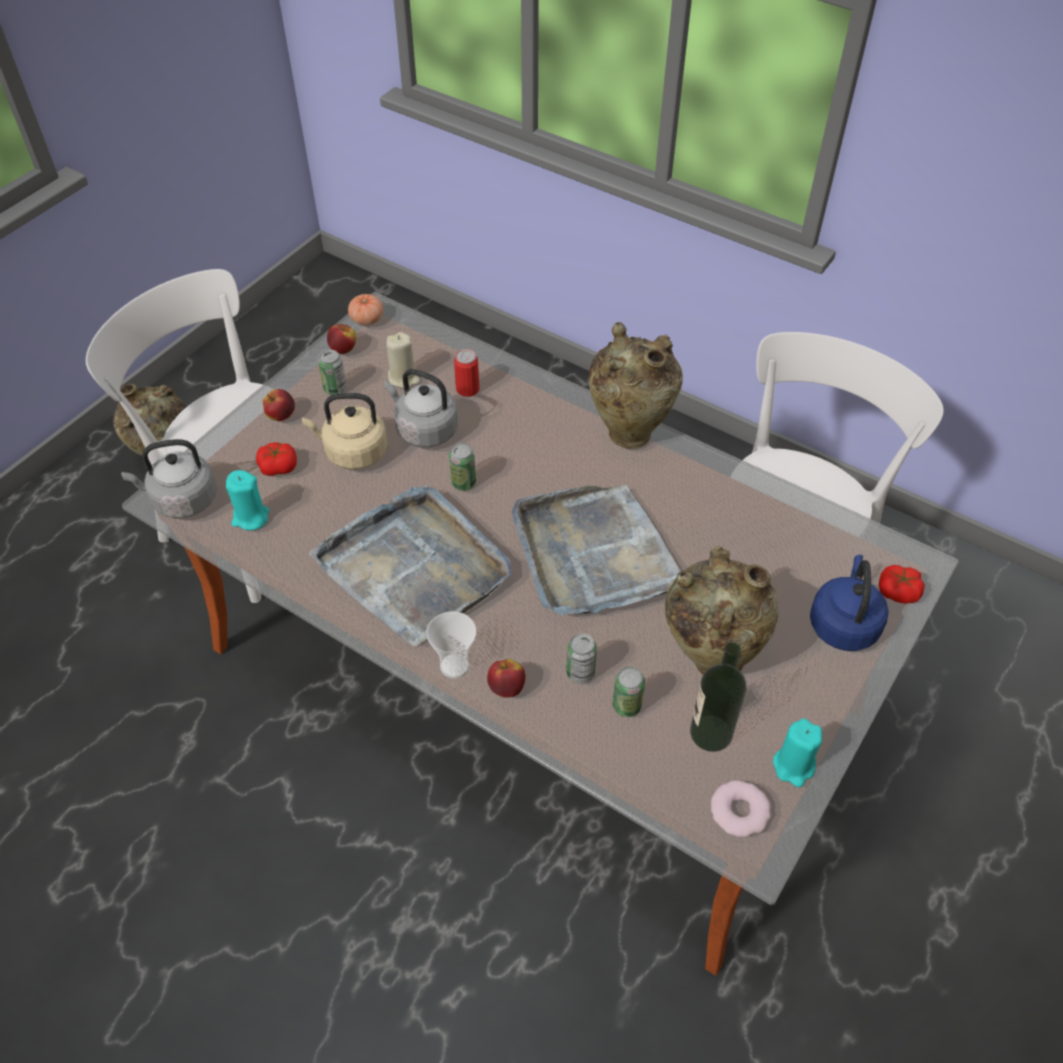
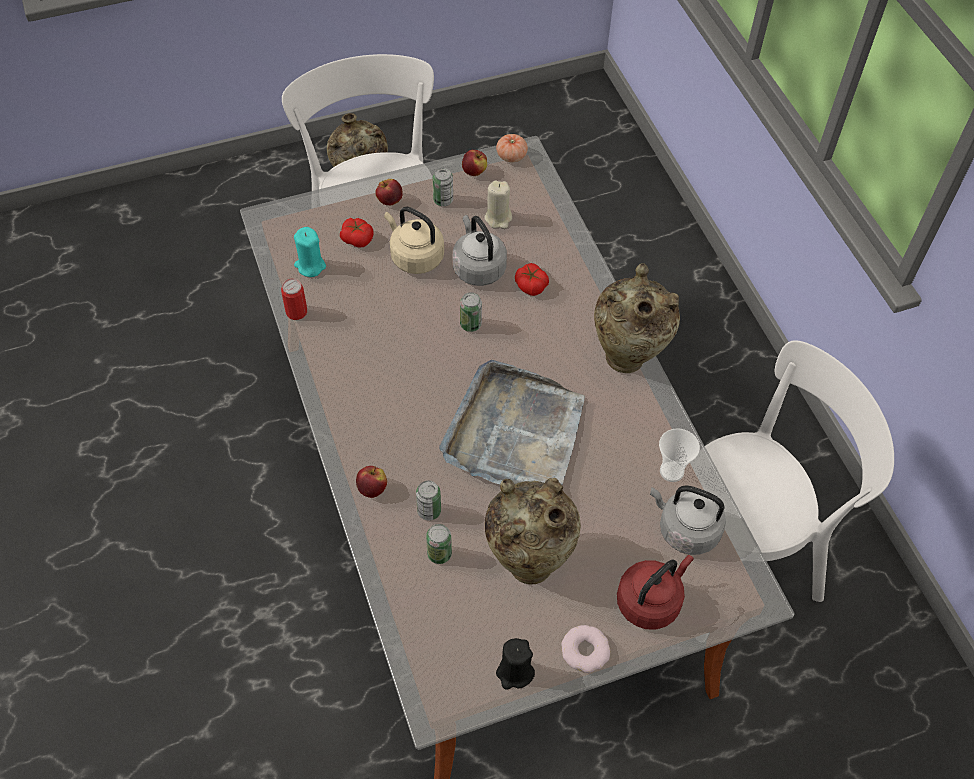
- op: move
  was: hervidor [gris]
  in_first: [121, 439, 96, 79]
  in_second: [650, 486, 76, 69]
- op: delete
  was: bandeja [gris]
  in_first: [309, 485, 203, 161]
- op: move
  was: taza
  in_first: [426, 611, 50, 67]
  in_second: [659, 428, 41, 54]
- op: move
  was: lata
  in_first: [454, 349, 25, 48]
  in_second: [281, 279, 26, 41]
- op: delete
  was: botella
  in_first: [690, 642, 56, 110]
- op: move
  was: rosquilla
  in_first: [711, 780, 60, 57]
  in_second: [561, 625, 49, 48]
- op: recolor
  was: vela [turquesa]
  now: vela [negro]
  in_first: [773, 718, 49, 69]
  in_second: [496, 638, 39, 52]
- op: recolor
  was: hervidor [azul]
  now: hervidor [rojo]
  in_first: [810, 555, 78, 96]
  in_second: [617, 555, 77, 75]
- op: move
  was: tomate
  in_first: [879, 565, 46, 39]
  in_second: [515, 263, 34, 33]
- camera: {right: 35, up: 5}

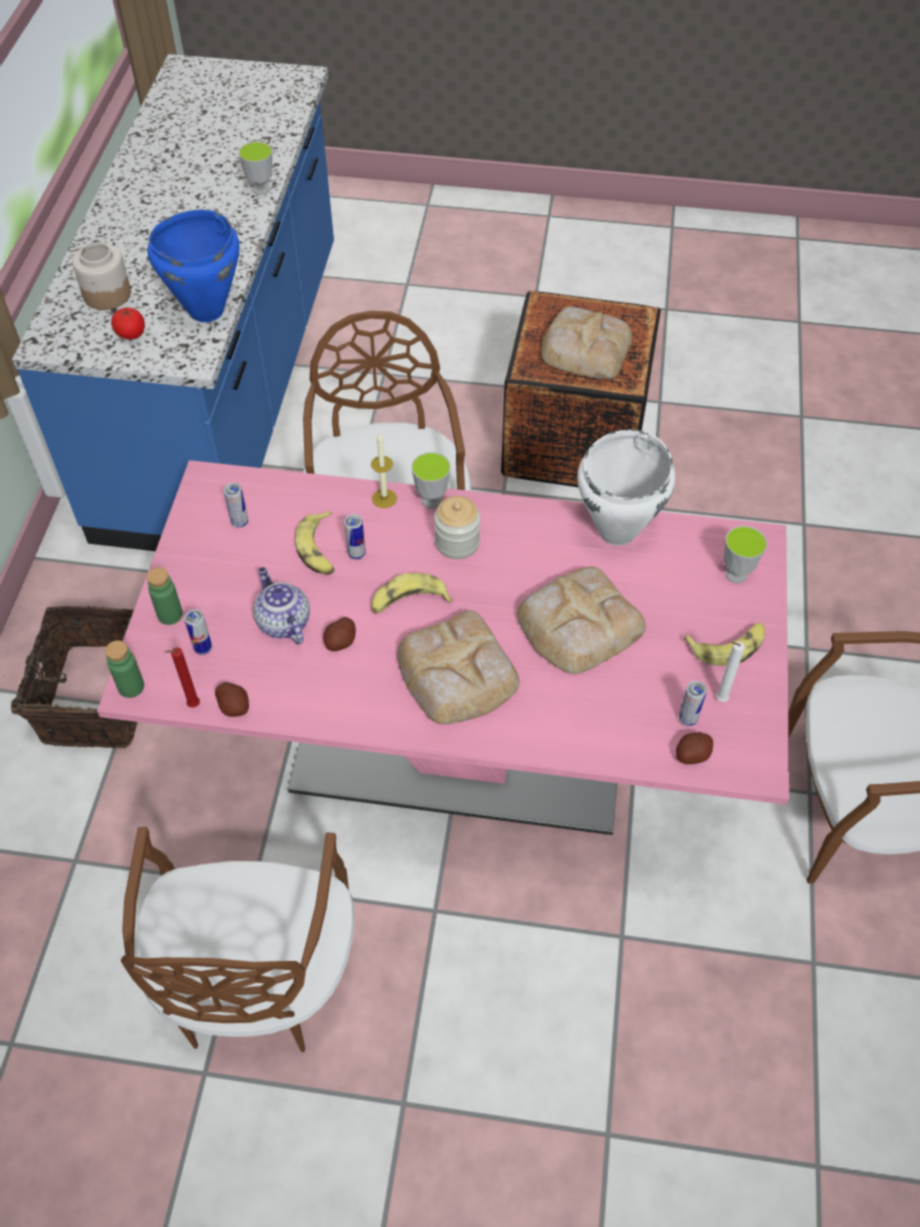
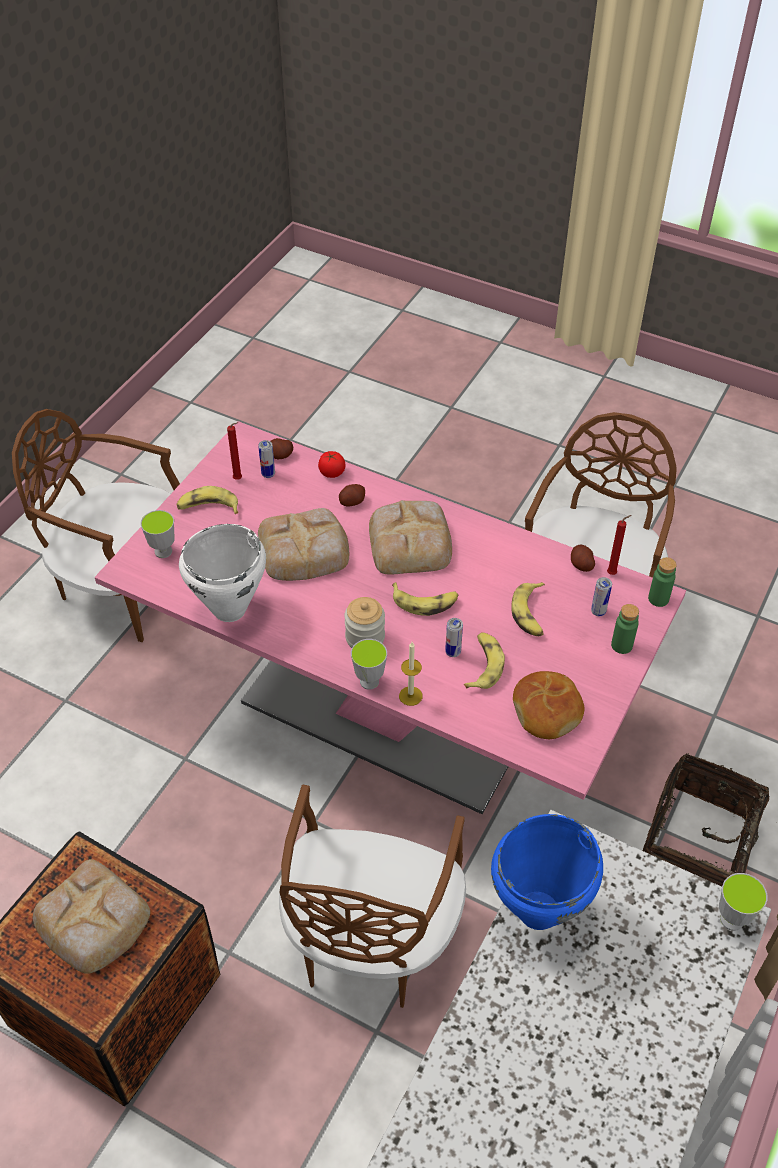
- op: delete
  was: tarro
  in_first: [72, 242, 59, 68]
- op: move
  was: tomate
  in_first: [111, 307, 34, 32]
  in_second: [318, 451, 28, 27]
- op: replace
  was: lata
  now: pan
  in_first: [224, 483, 24, 45]
  in_second: [513, 671, 72, 68]
- op: move
  was: taza
  in_first: [239, 141, 33, 54]
  in_second: [719, 873, 49, 58]
- op: replace
  was: tetera
  now: plátano
  in_first: [253, 567, 57, 78]
  in_second: [511, 582, 34, 54]
- op: move
  was: patata
  in_first: [323, 617, 33, 34]
  in_second: [339, 484, 26, 22]
- op: recolor
  was: vela [blanco]
  now: vela [rojo]
  in_first: [716, 641, 29, 61]
  in_second: [227, 422, 15, 58]
- camera: {right: -160, up: -5}

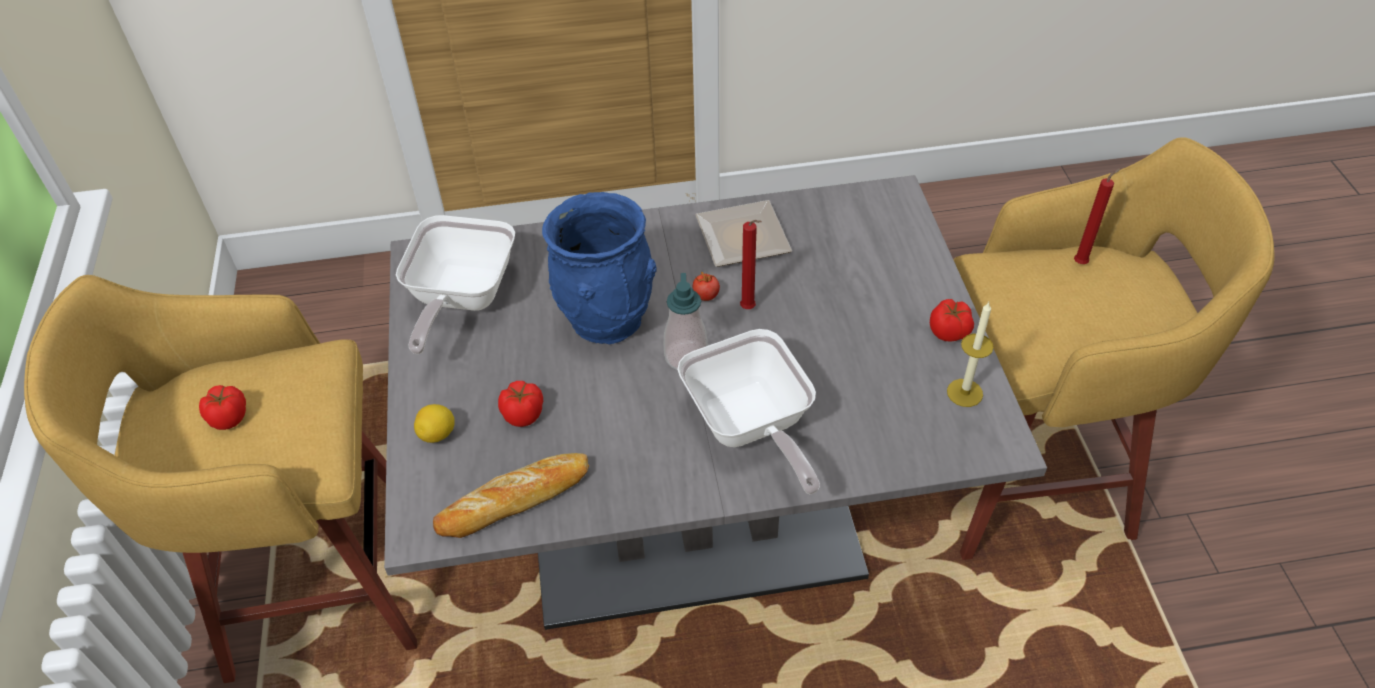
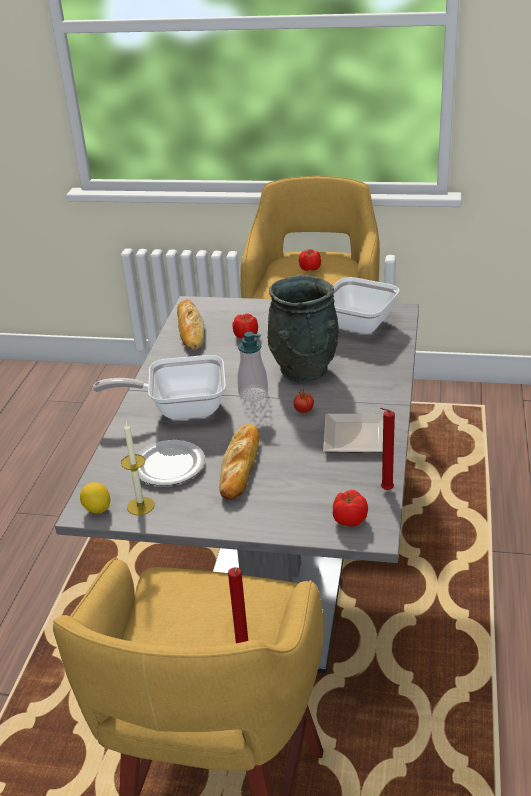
- op: move
  was: limón
  in_first: [414, 404, 41, 39]
  in_second: [80, 482, 30, 31]
- op: recolor
  was: florero [azul]
  now: florero [gris]
  in_first: [542, 192, 115, 152]
  in_second: [267, 275, 72, 108]
- op: move
  was: vela [rojo]
  in_first: [740, 220, 22, 89]
  in_second: [380, 408, 15, 82]
- op: move
  was: tomate
  in_first: [930, 299, 44, 43]
  in_second: [333, 490, 35, 37]
- op: insert
  now: plato
  in_second: [138, 440, 67, 46]
- op: insert
  now: pan
  in_second: [219, 424, 40, 76]
- camera: {right: 110, up: -15}

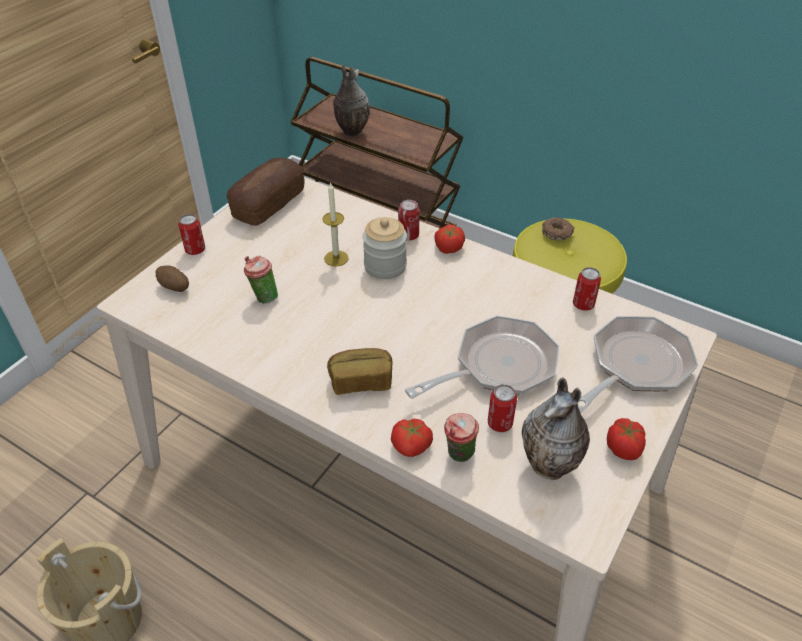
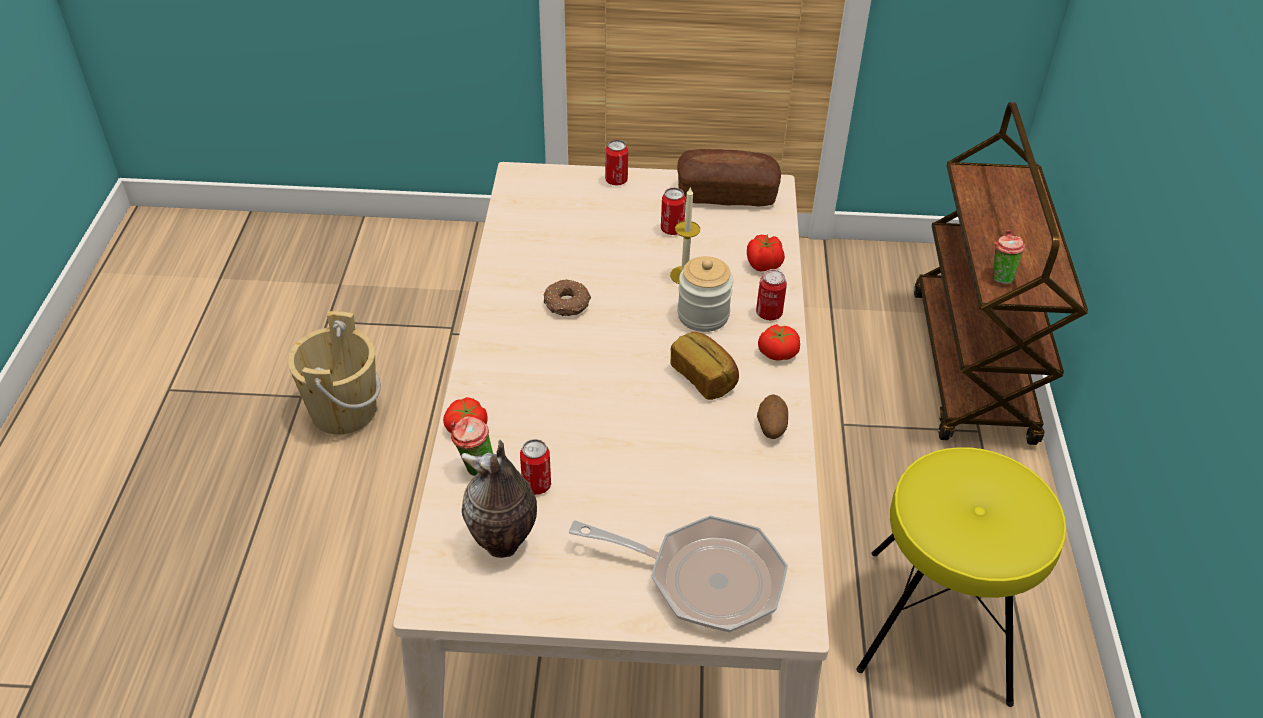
- op: move
  was: patata
  in_first: [156, 265, 33, 27]
  in_second: [757, 394, 31, 45]
- op: move
  was: taza
  in_first: [244, 256, 34, 48]
  in_second: [993, 230, 32, 54]
- op: move
  was: pan
  in_first: [327, 348, 65, 47]
  in_second: [670, 332, 69, 68]
- op: delete
  was: florero
  in_first: [333, 65, 37, 72]
- op: delete
  was: sartén
  in_first: [405, 316, 154, 83]
- op: move
  was: rosquilla
  in_first: [542, 217, 33, 24]
  in_second: [543, 279, 48, 37]
- op: move
  was: lata
  in_first: [573, 267, 28, 44]
  in_second: [661, 187, 25, 48]
- op: move
  was: tomate
  in_first: [607, 418, 39, 42]
  in_second: [747, 234, 38, 37]
- camera: {right: 60, up: 0}

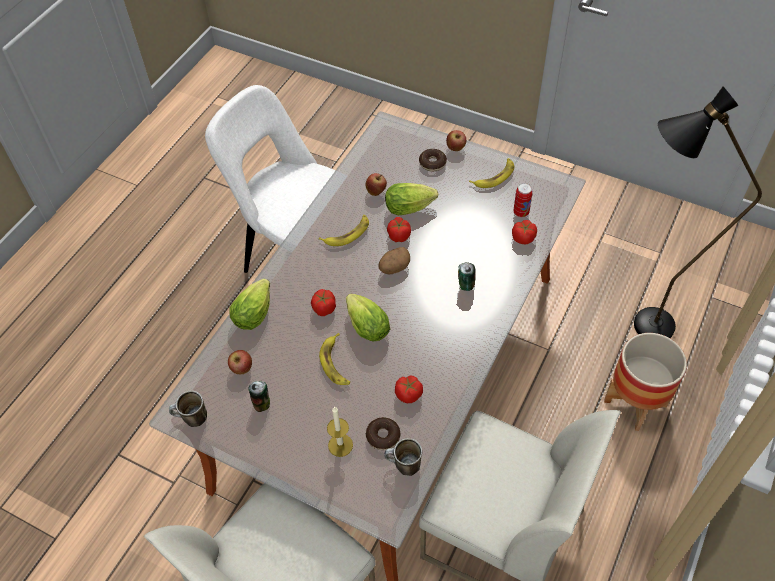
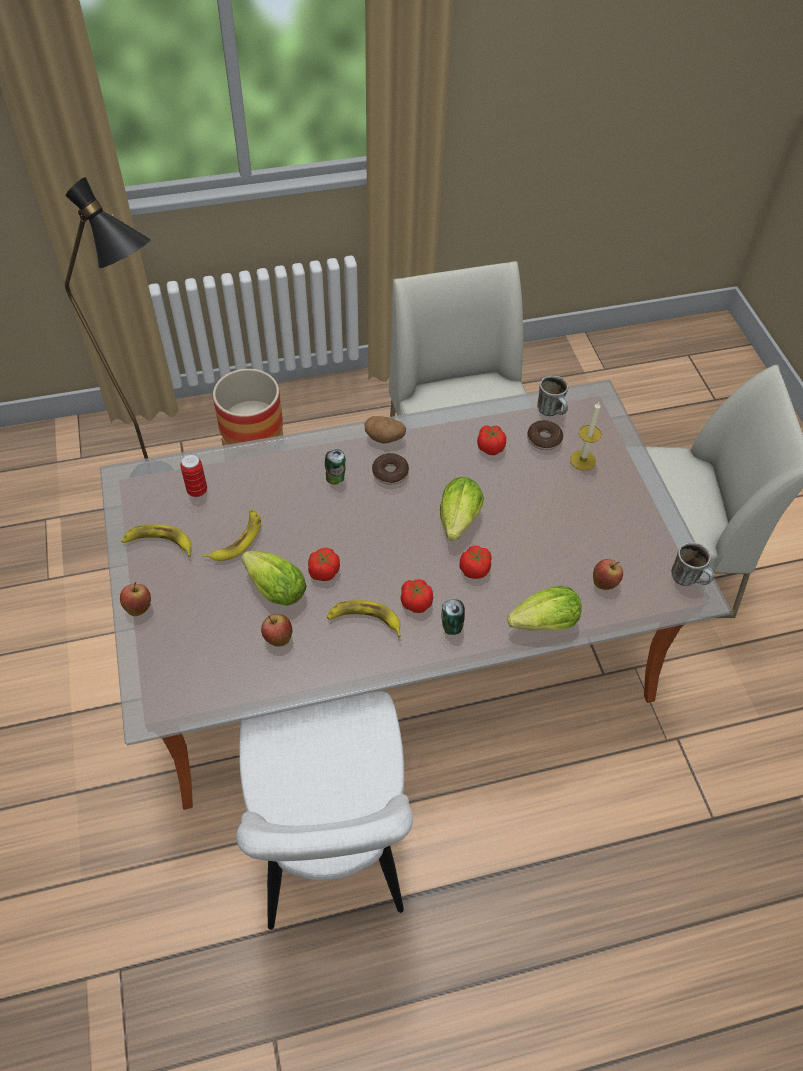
- op: move
  was: lata
  in_first: [248, 381, 22, 31]
  in_second: [441, 599, 24, 36]
- op: move
  was: plátano
  in_first: [319, 333, 31, 52]
  in_second: [202, 509, 59, 52]
- op: move
  was: patata
  in_first: [379, 247, 31, 27]
  in_second: [365, 416, 41, 27]
- op: move
  was: rosquilla
  in_first: [419, 149, 28, 23]
  in_second: [372, 453, 37, 32]
- op: move
  was: tomate
  in_first: [512, 220, 25, 25]
  in_second: [401, 579, 32, 34]
- camera: {right: -135, up: 0}

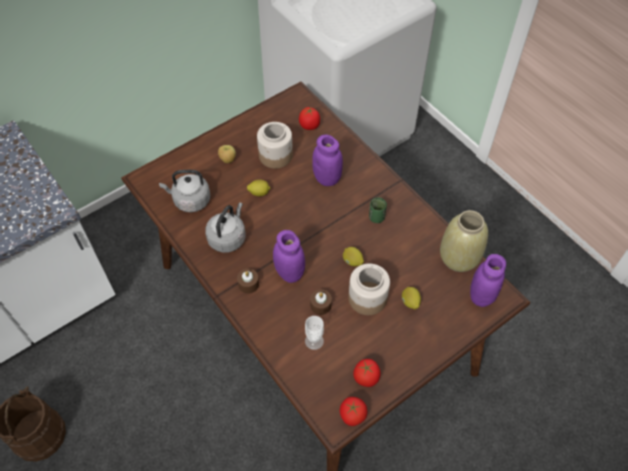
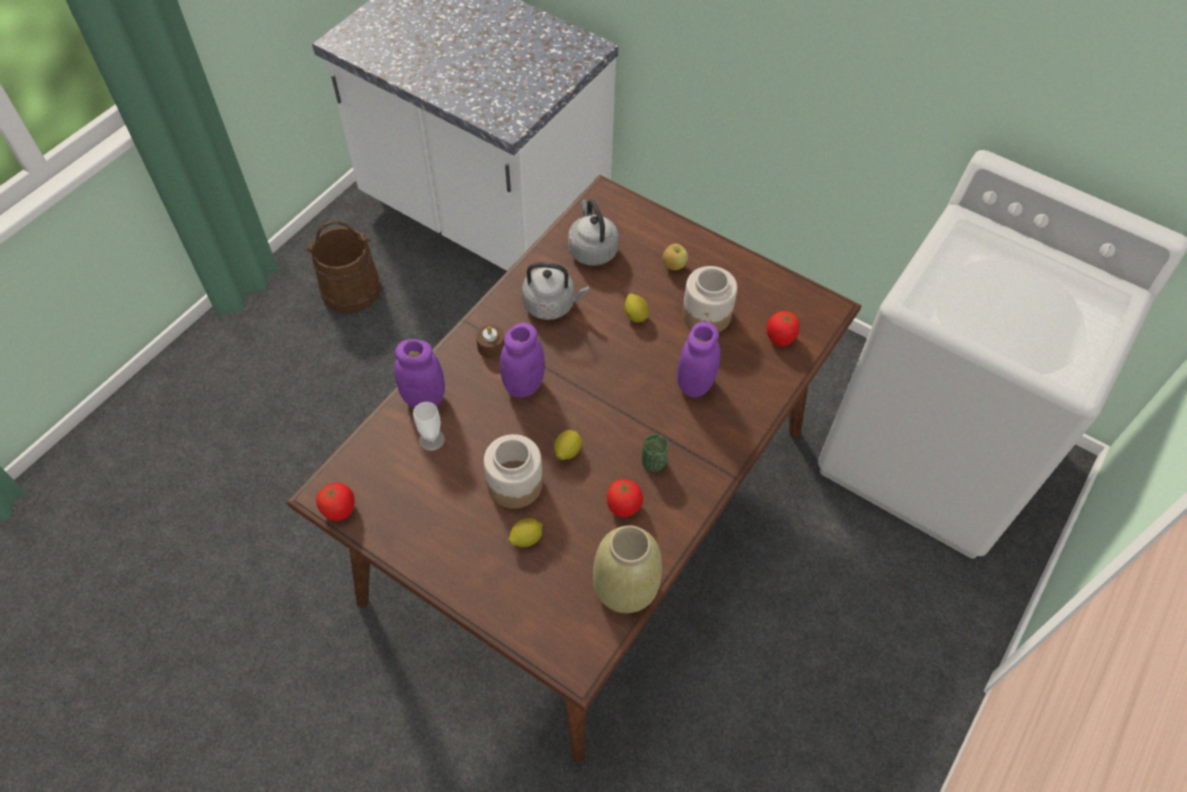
- op: delete
  was: vela [marrón]
  in_first: [310, 289, 22, 26]
- op: move
  was: tomate
  in_first: [353, 359, 28, 28]
  in_second: [607, 479, 36, 38]
- op: move
  was: tarro [morado]
  in_first: [470, 254, 36, 53]
  in_second: [394, 339, 51, 69]
- camera: {right: 70, up: 0}

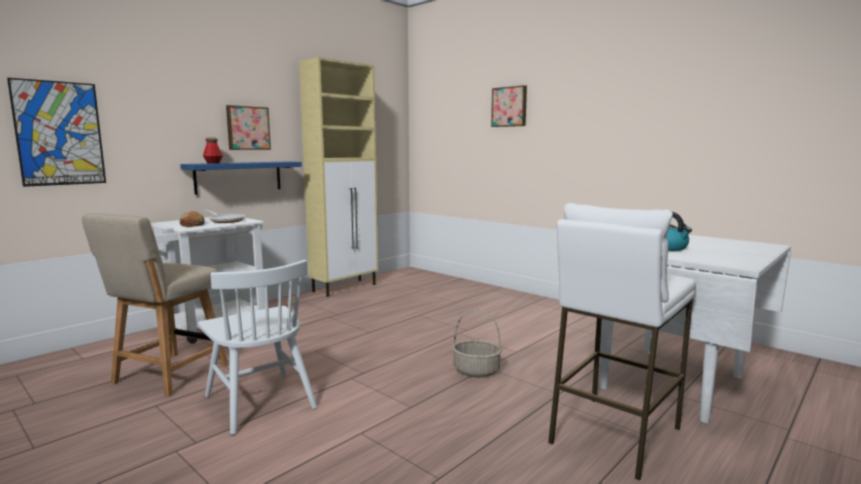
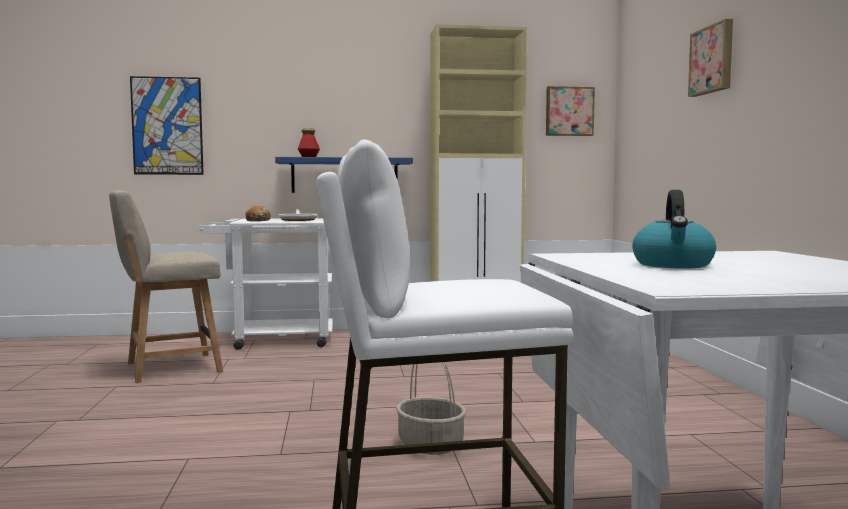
- op: delete
  was: silla [blanco]
  in_first: [198, 260, 120, 175]
- op: move
  was: cuadro
  in_first: [226, 105, 45, 45]
  in_second: [546, 86, 49, 50]
- camera: {right: 40, up: -5}

